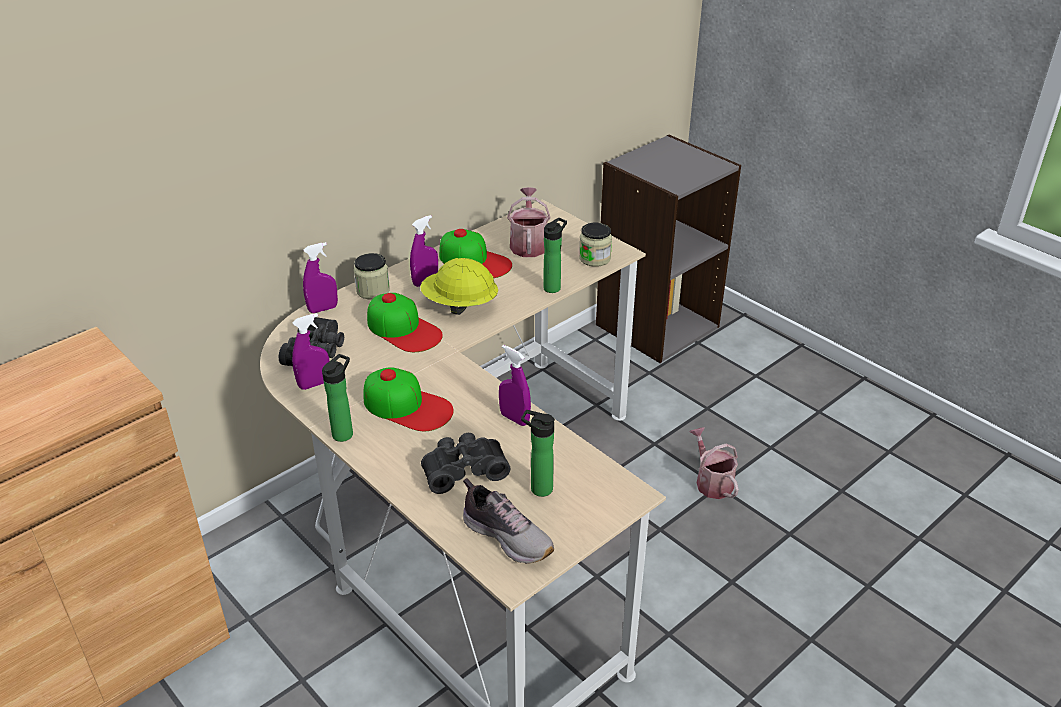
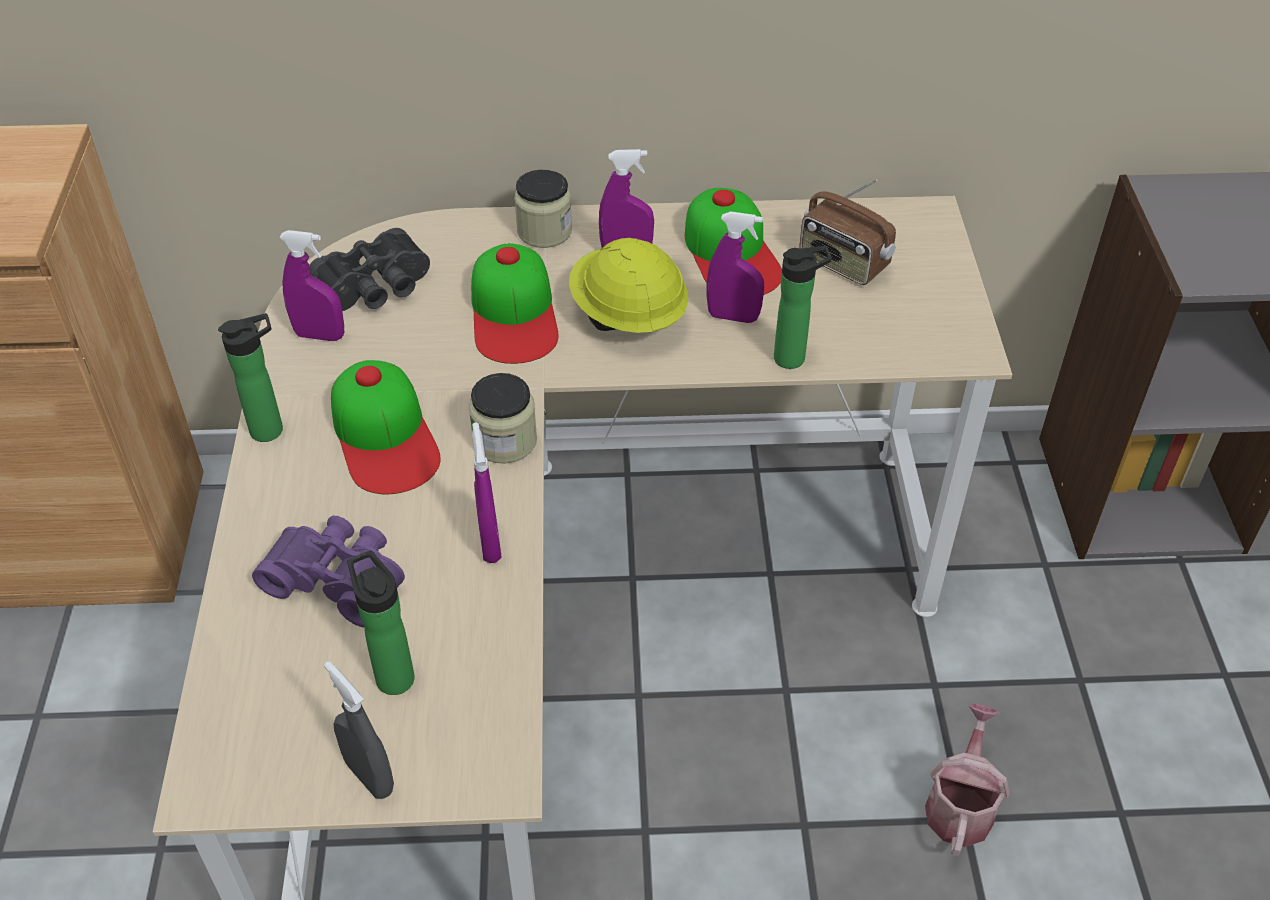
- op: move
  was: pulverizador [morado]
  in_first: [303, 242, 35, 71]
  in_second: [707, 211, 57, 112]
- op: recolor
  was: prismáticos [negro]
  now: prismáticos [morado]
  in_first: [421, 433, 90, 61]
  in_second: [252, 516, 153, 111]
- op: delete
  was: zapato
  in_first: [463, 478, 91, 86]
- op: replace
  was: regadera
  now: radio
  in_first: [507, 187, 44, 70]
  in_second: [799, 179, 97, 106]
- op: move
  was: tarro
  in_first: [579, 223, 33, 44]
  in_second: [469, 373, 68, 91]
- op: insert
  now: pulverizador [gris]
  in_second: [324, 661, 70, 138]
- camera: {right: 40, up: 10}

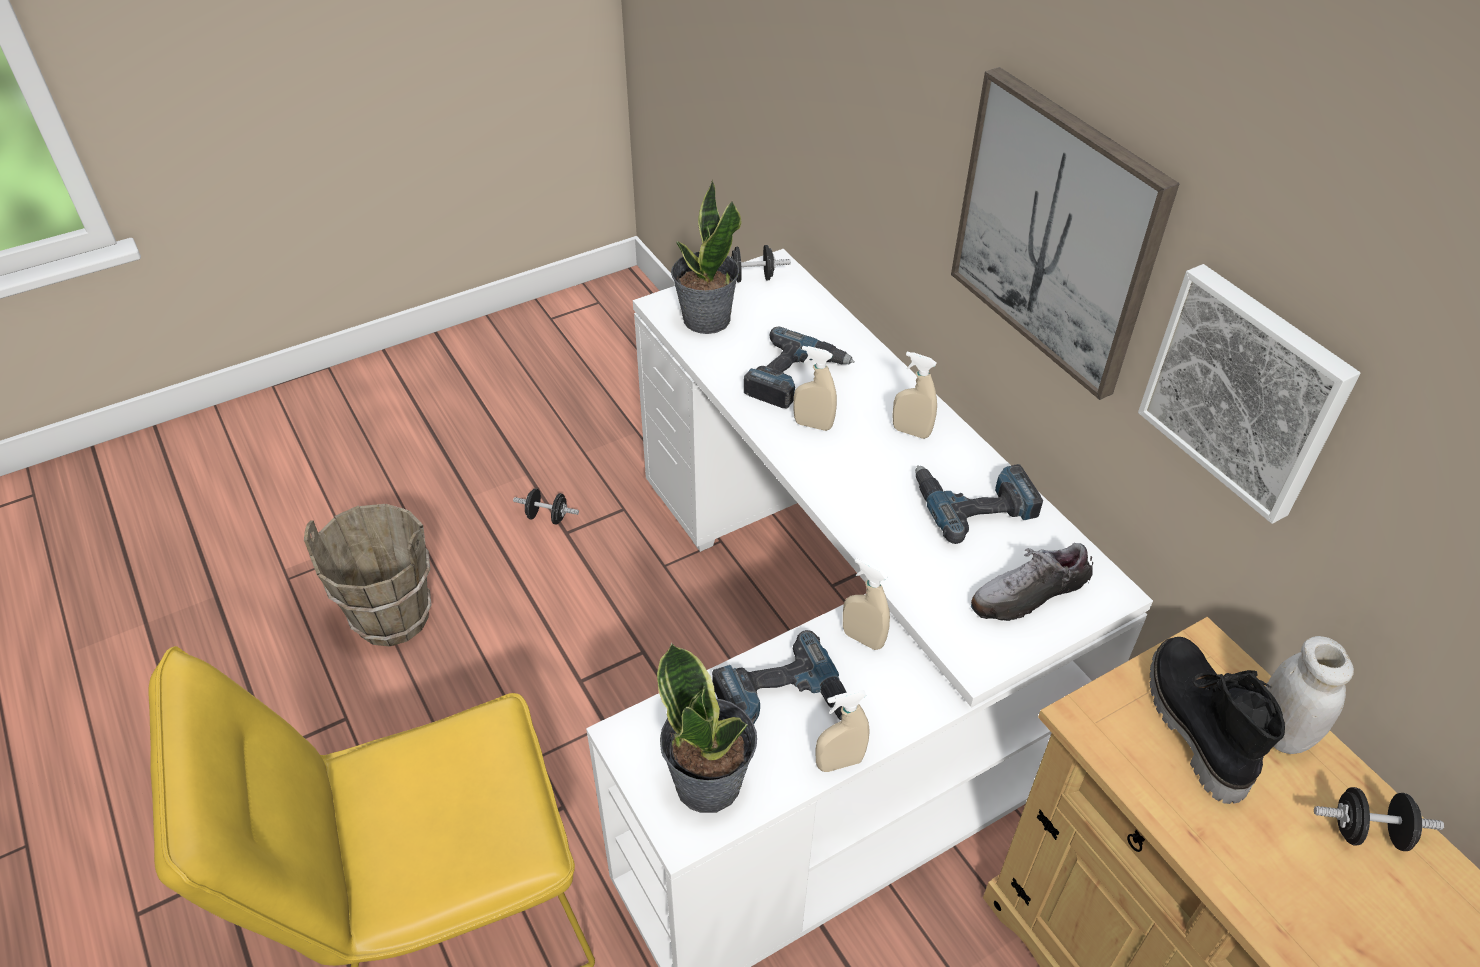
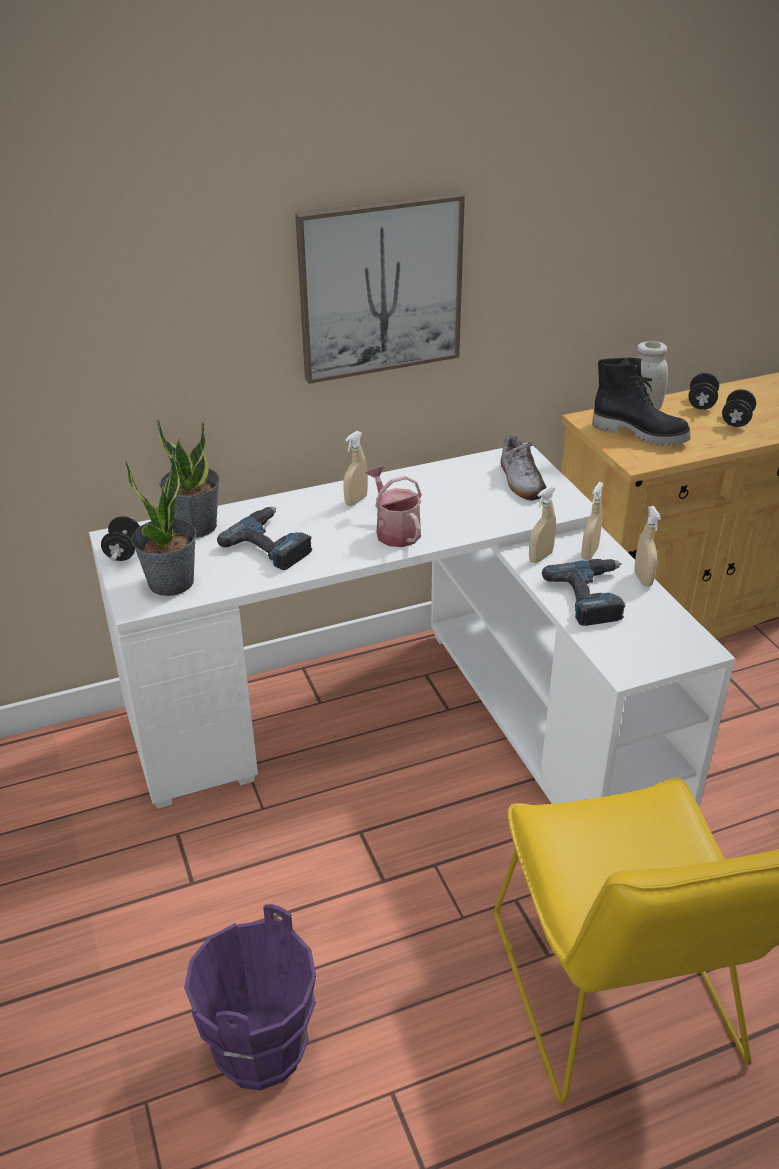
- op: recolor
  was: cubo [marrón]
  now: cubo [morado]
  in_first: [304, 504, 128, 142]
  in_second: [184, 904, 132, 187]
- op: move
  was: mancuerna [negro]
  in_first: [513, 488, 66, 36]
  in_second: [722, 389, 34, 38]
- op: move
  was: planta en maceta
  in_first: [657, 643, 100, 170]
  in_second: [157, 419, 63, 119]
- op: move
  was: pulverizador [beis]
  in_first: [793, 346, 44, 85]
  in_second: [581, 482, 23, 78]
- op: delete
  was: taladro
  in_first: [915, 464, 128, 80]
- op: delete
  was: cuadro
  in_first: [1138, 264, 223, 260]
- op: rotate
  was: bota [negro]
  in_first: [1150, 637, 135, 167]
  in_second: [592, 357, 99, 89]
  clockwise: -150
- op: insert
  now: regadera
  in_second: [366, 466, 56, 81]
- camera: {right: -80, up: -10}

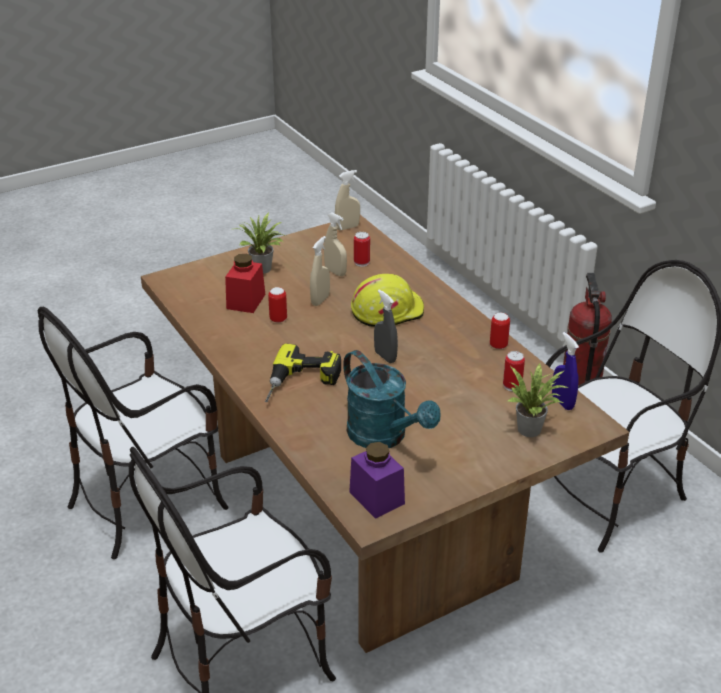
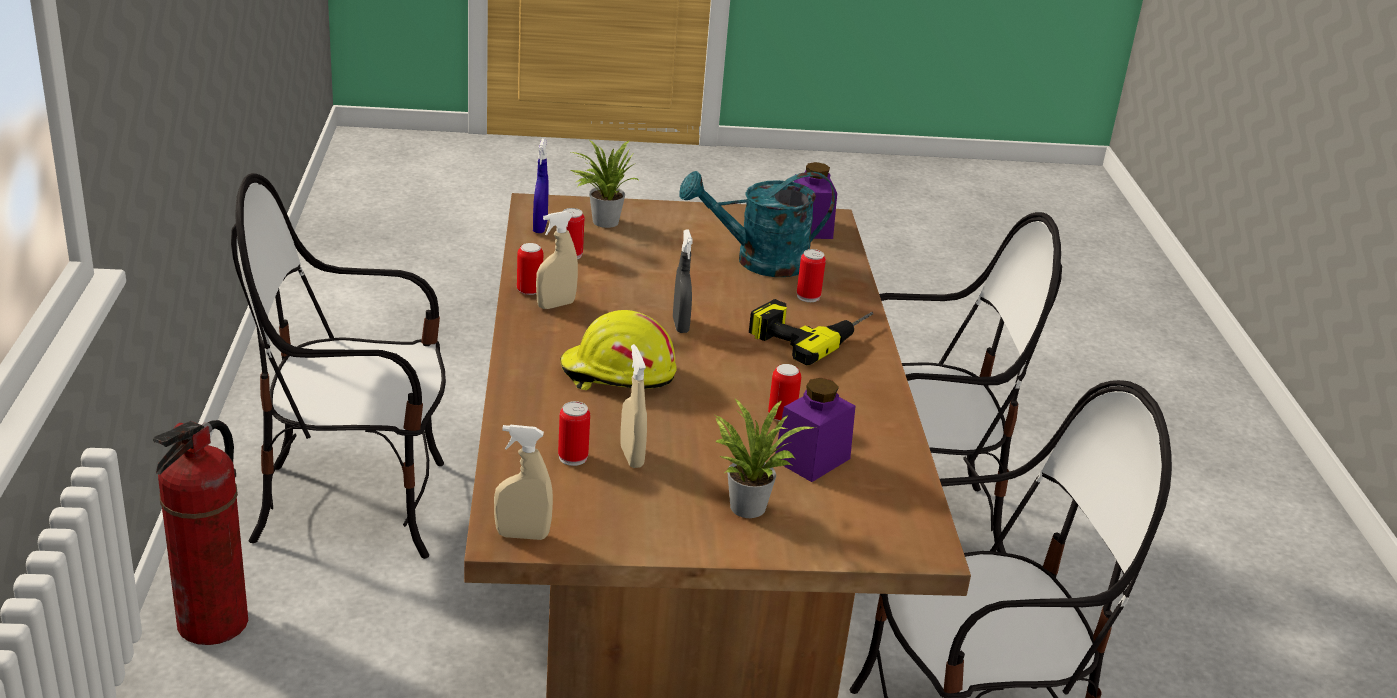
- op: recolor
  was: tarro [rojo]
  now: tarro [morado]
  in_first: [225, 254, 40, 59]
  in_second: [775, 378, 80, 104]
- op: move
  was: pulverizador [beis]
  in_first: [310, 236, 20, 70]
  in_second: [536, 211, 42, 98]
- op: rotate
  was: regadera [turquesa]
  in_first: [343, 350, 98, 98]
  in_second: [679, 171, 156, 106]
  clockwise: -90
- op: insert
  now: lata
  in_second: [797, 249, 29, 53]
- camera: {right: -155, up: -5}

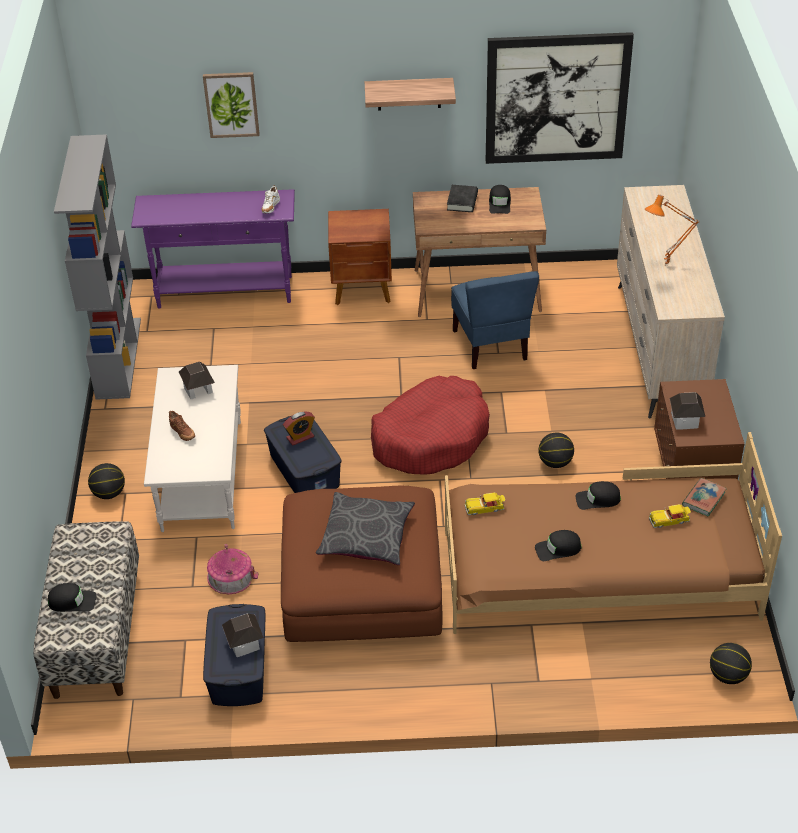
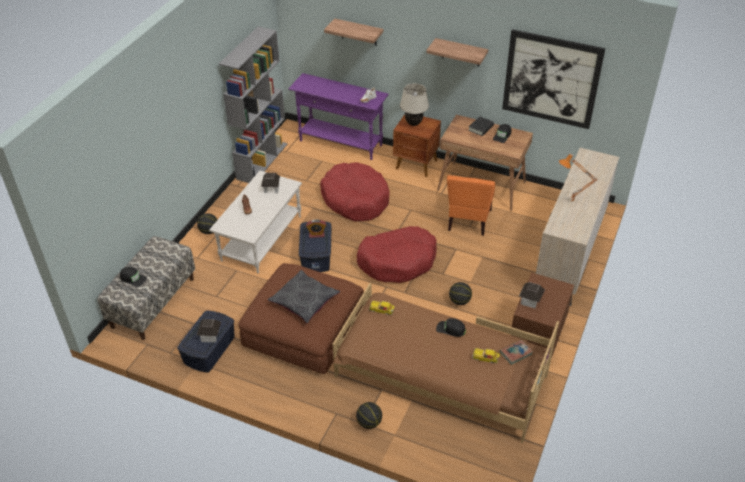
- op: replace
  was: cuadro
  now: estante
  in_first: [203, 72, 57, 66]
  in_second: [324, 18, 59, 28]
- op: delete
  was: casita
  in_first: [207, 544, 52, 50]
- op: recolor
  was: silla [azul]
  now: silla [naranja]
  in_first: [451, 271, 88, 98]
  in_second: [447, 175, 49, 61]
- op: delete
  was: gorra [negro]
  in_first: [535, 530, 46, 31]
- op: move
  was: balón de baloncesto
  in_first: [710, 643, 42, 41]
  in_second: [356, 402, 26, 27]
- op: insert
  now: cama para perro [rojo]
  in_second: [320, 162, 70, 59]
- op: insert
  now: lámpara de mesa [beis]
  in_second: [400, 83, 29, 43]
- camera: {right: 25, up: 0}

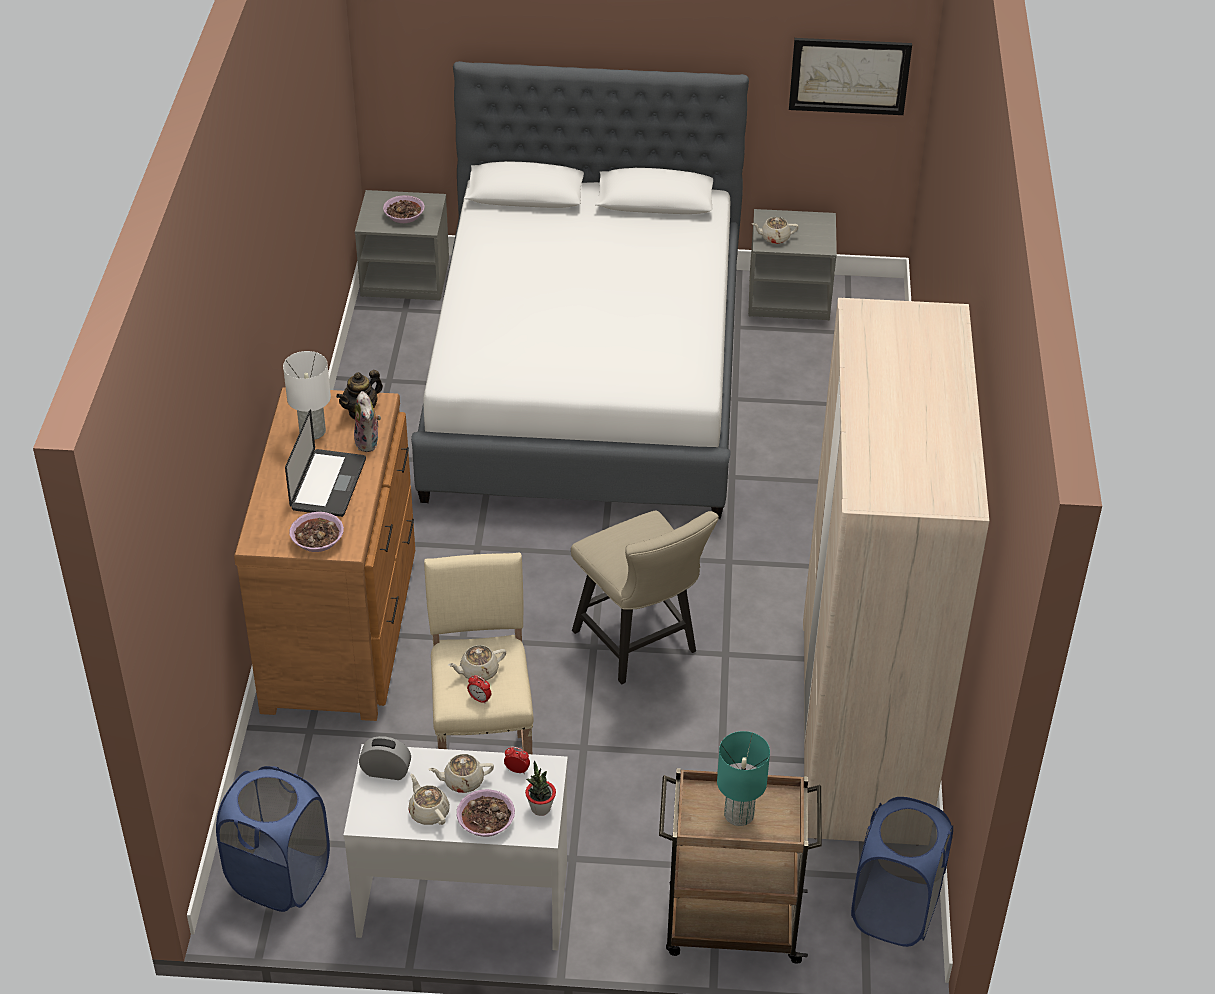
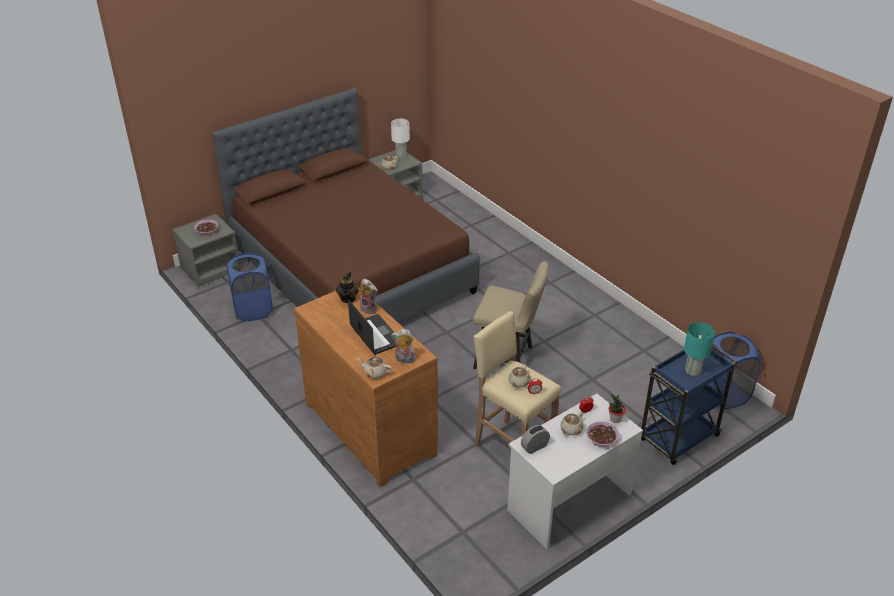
- op: move
  was: cesto de la ropa [azul]
  in_first: [216, 766, 114, 146]
  in_second: [226, 253, 47, 68]
- op: move
  was: lámpara de mesa [blanco]
  in_first: [283, 351, 48, 89]
  in_second: [391, 119, 19, 39]
- op: replace
  was: cuenco
  now: peluche
  in_first: [290, 512, 54, 40]
  in_second: [391, 329, 25, 35]
- op: move
  was: tetera [beis]
  in_first: [408, 774, 42, 51]
  in_second: [356, 357, 36, 21]
- op: recolor
  was: cama [blanco]
  now: cama [marrón]
  in_first: [411, 61, 338, 458]
  in_second: [212, 88, 268, 234]
- op: recolor
  was: carrito [marrón]
  now: carrito [azul]
  in_first: [659, 768, 163, 196]
  in_second: [641, 345, 96, 120]
- op: delete
  was: cuadro
  in_first: [789, 38, 123, 77]
- op: delete
  was: armario ropero [beis]
  in_first: [803, 298, 186, 543]
- camera: {right: -40, up: -5}

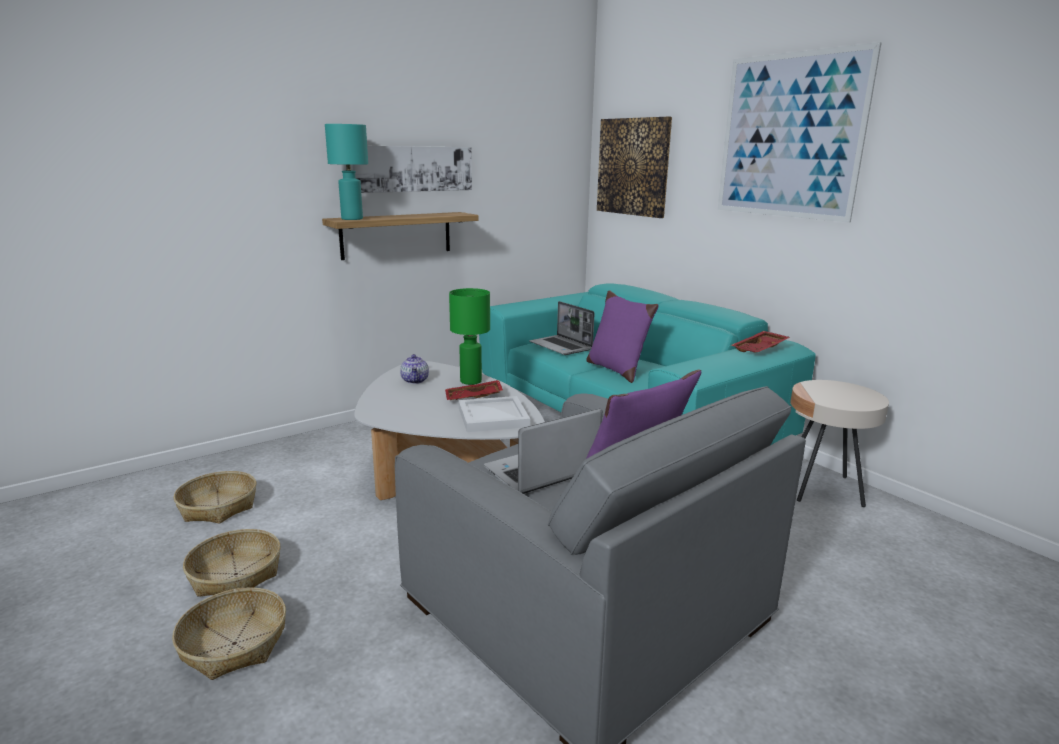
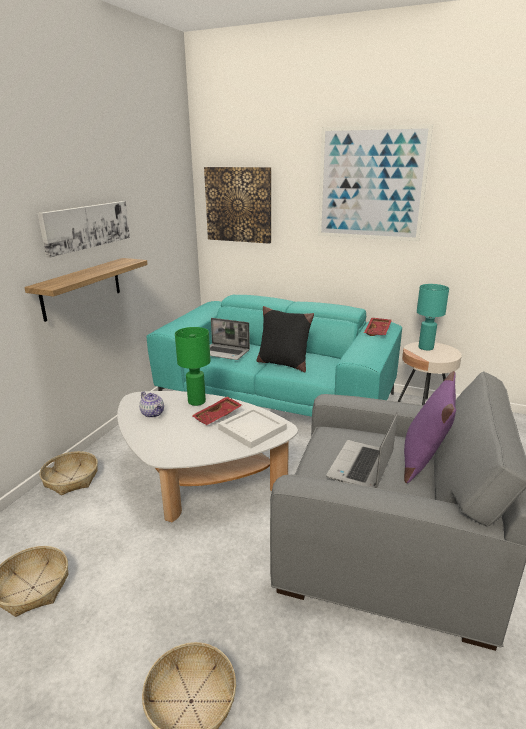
- op: move
  was: cesta
  in_first: [183, 529, 98, 68]
  in_second: [40, 451, 58, 44]
- op: move
  was: lámpara de mesa [turquesa]
  in_first: [325, 124, 43, 96]
  in_second: [417, 284, 32, 66]
- op: recolor
  was: cojín [morado]
  now: cojín [negro]
  in_first: [587, 290, 71, 93]
  in_second: [256, 306, 58, 66]
- camera: {right: -30, up: 5}

